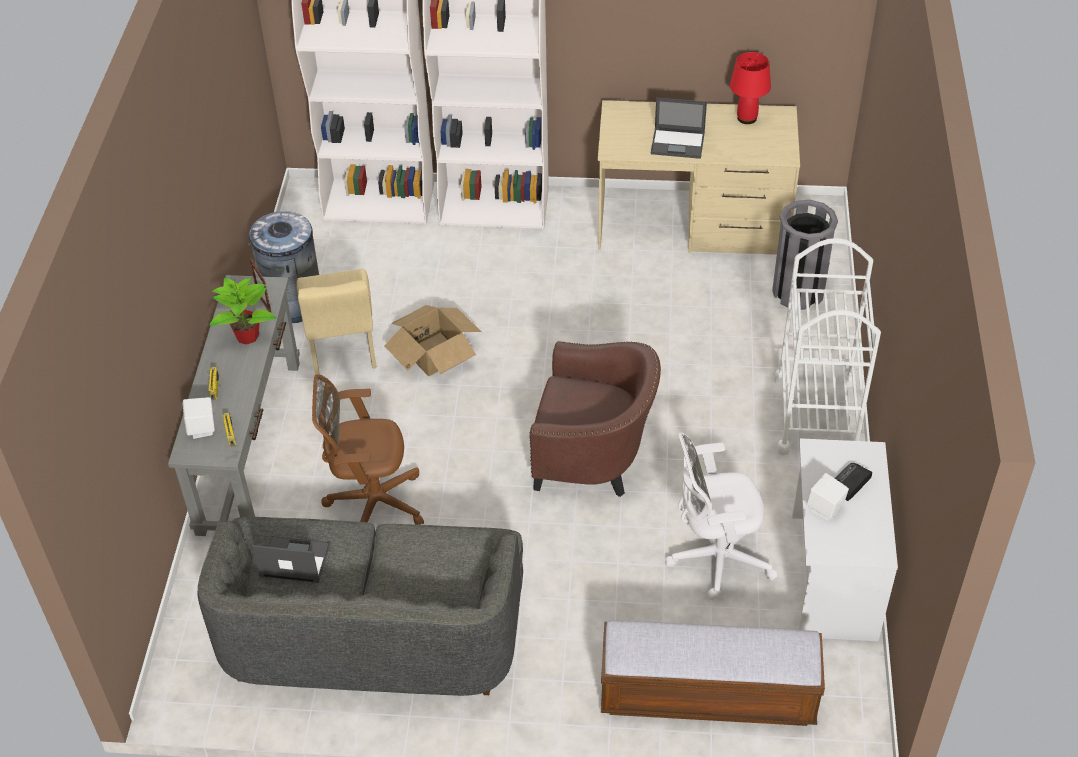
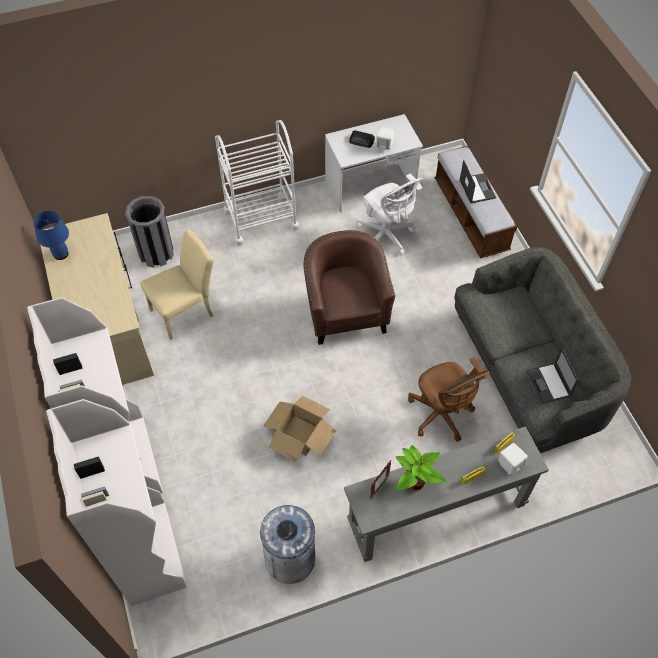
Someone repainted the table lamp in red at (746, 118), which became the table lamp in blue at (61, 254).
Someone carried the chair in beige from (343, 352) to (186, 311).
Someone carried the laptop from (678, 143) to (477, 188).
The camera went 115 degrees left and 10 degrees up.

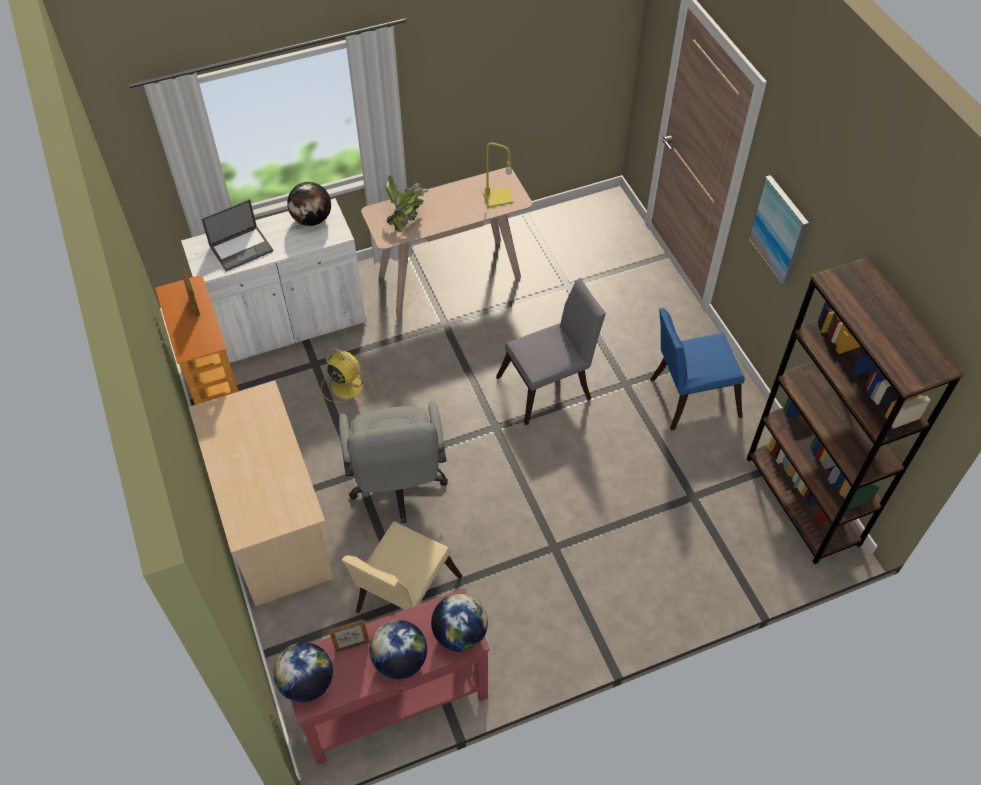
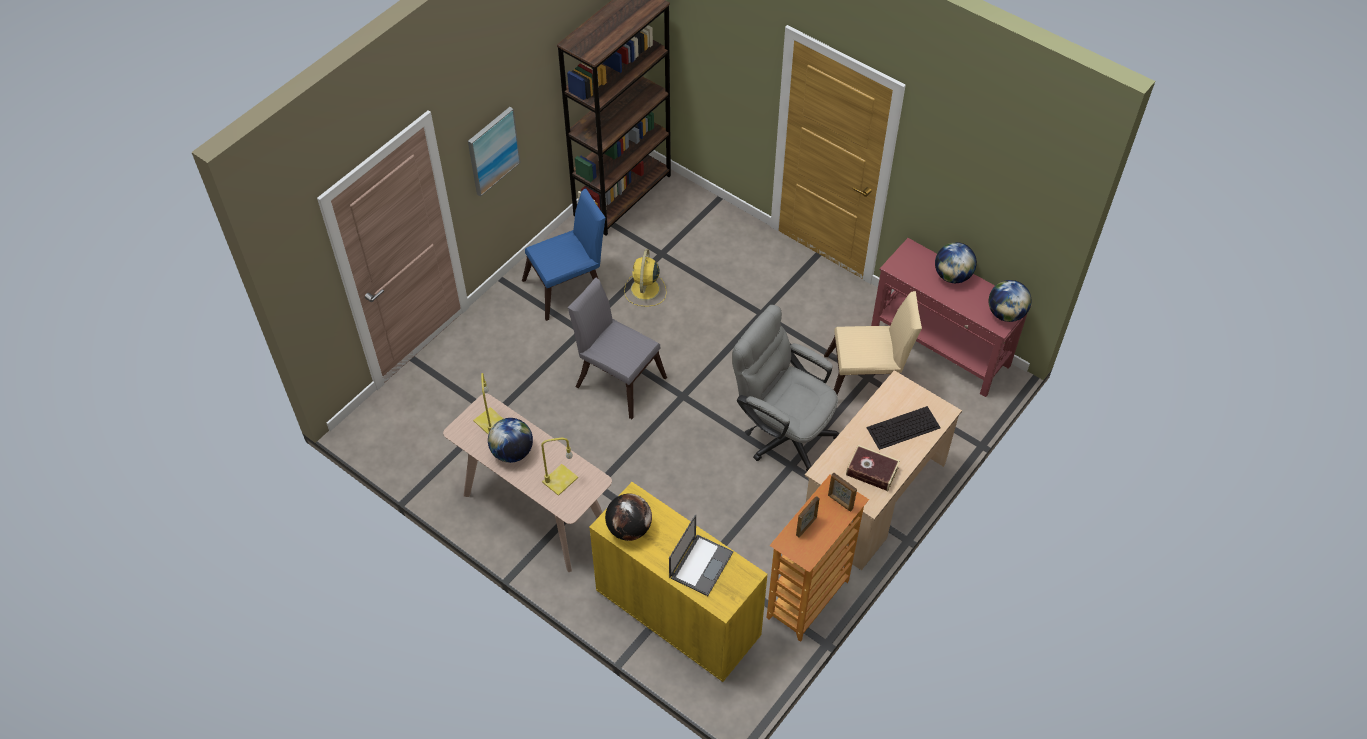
Someone carried the globe from (460, 633) to (512, 452).
Someone rotated the chair in blue at (688, 398) by 75 degrees counterclockwise.
Someone swapped the potted plant at (406, 217) for the table lamp in yellow at (559, 480).
Someone repainted the cabinet in white at (287, 324), which became the cabinet in yellow at (678, 613).
Someone carried the fan in yellow from (346, 385) to (645, 290).
Someone rotated the laptop at (242, 248) by 90 degrees clockwise.
Someone rotated the office chair in grey at (398, 487) by 105 degrees counterclockwise.
Someone carried the picture frame from (351, 645) to (840, 502).
Someone put down the book at (872, 471).
Someone put down the keyboard at (903, 428).
The camera went 120 degrees left and 0 degrees up.

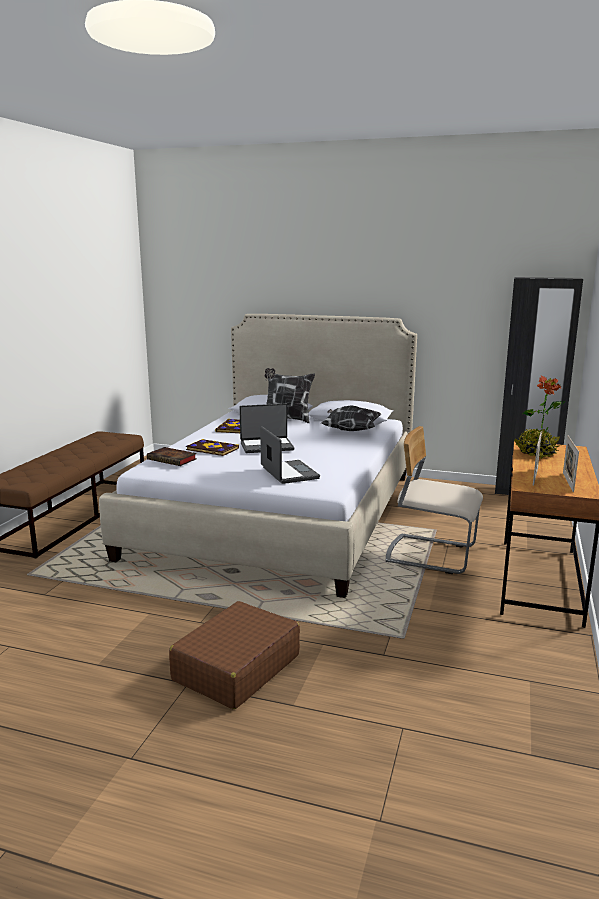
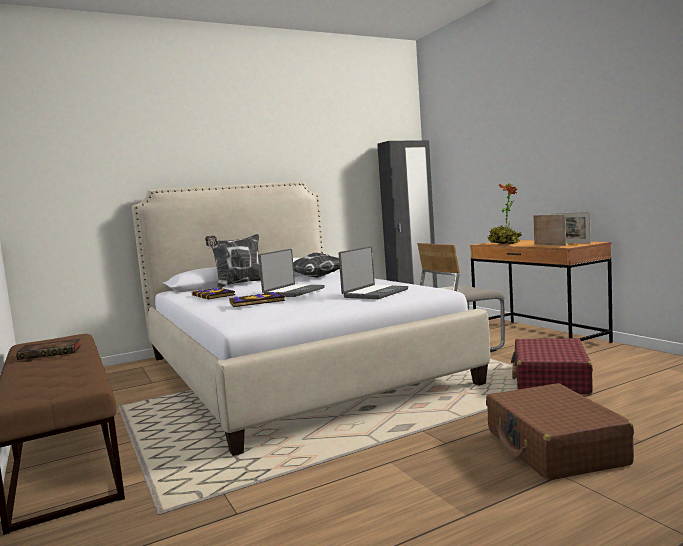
Someone carried the book from (173, 459) to (52, 353).
Someone rotated the laptop at (288, 473) by 105 degrees clockwise.
Someone put down the suitcase in red at (550, 379).
The camera went 45 degrees left and 10 degrees down.

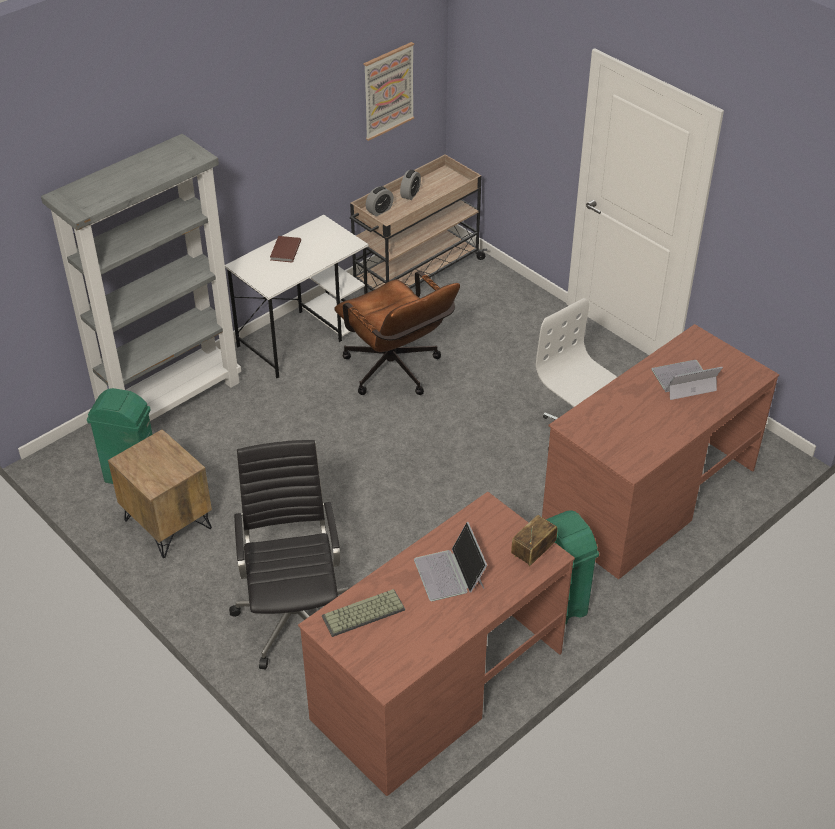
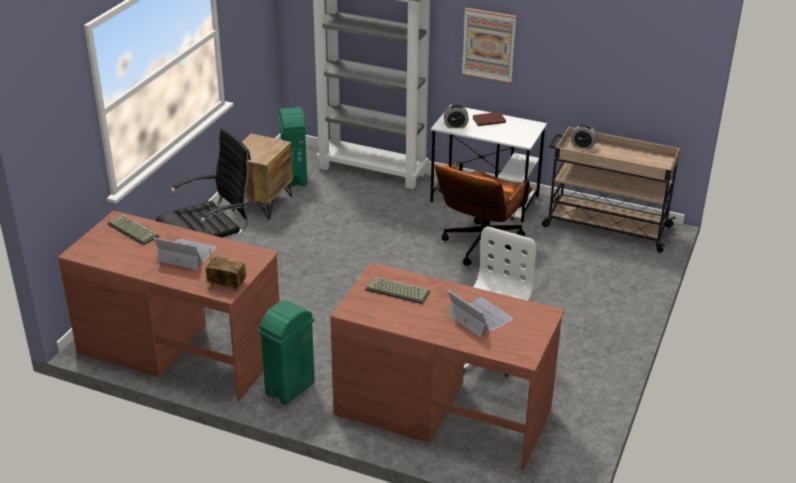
Someone rotated the laptop at (450, 573) by 60 degrees clockwise.
Someone put down the keyboard at (396, 291).
Someone carried the alarm clock from (410, 194) to (455, 126).
Someone carried the picture from (388, 91) to (488, 45).
The camera went 65 degrees right and 10 degrees down.

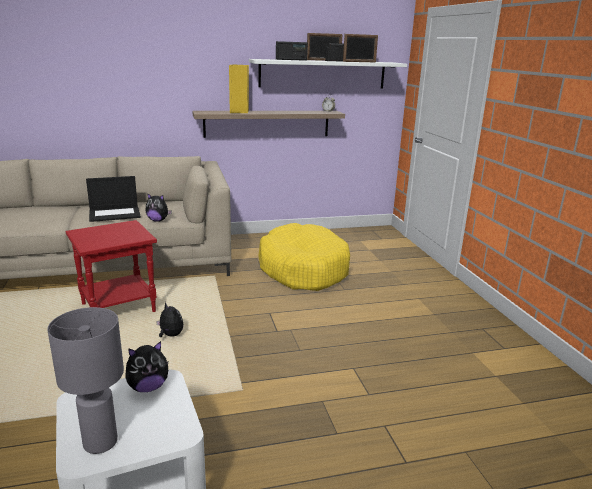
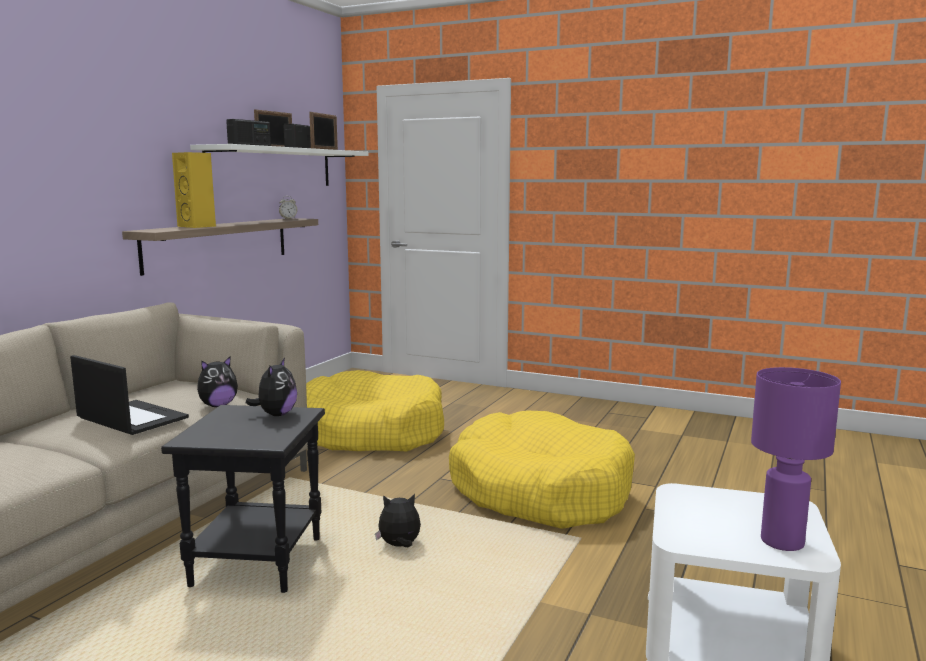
Someone rotated the laptop at (115, 214) by 75 degrees counterclockwise.
Someone repainted the side table in red at (119, 307), which became the side table in black at (256, 561).
Someone carried the plush toy from (148, 387) to (276, 415).
Someone put down the dog bed in yellow at (540, 491).
Someone repainted the table lamp in grey at (100, 442), which became the table lamp in purple at (781, 542).
The camera went 50 degrees left and 10 degrees down.

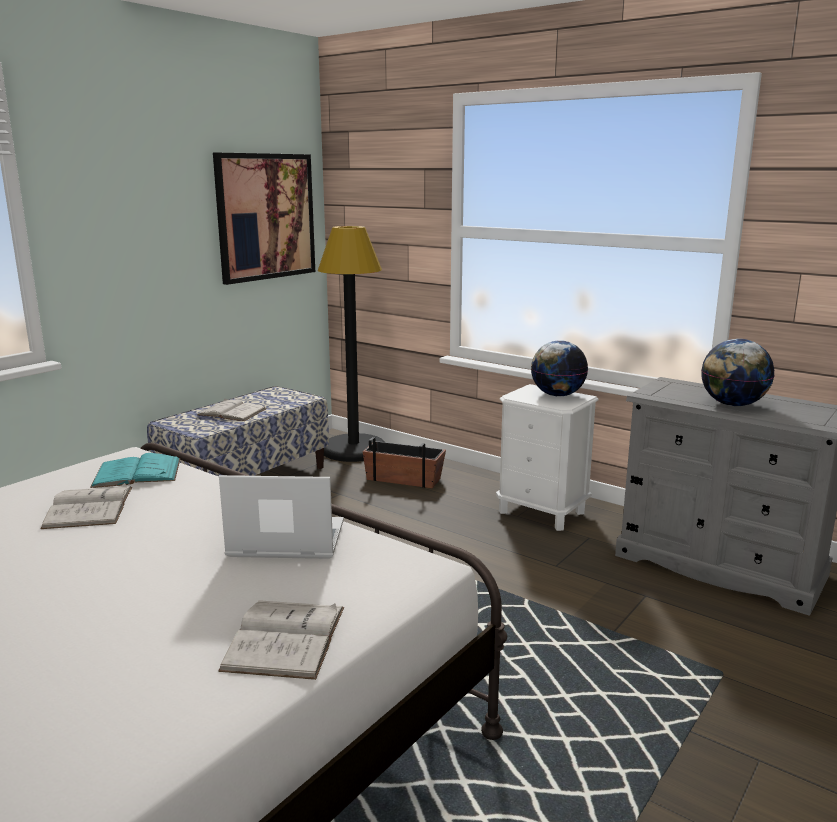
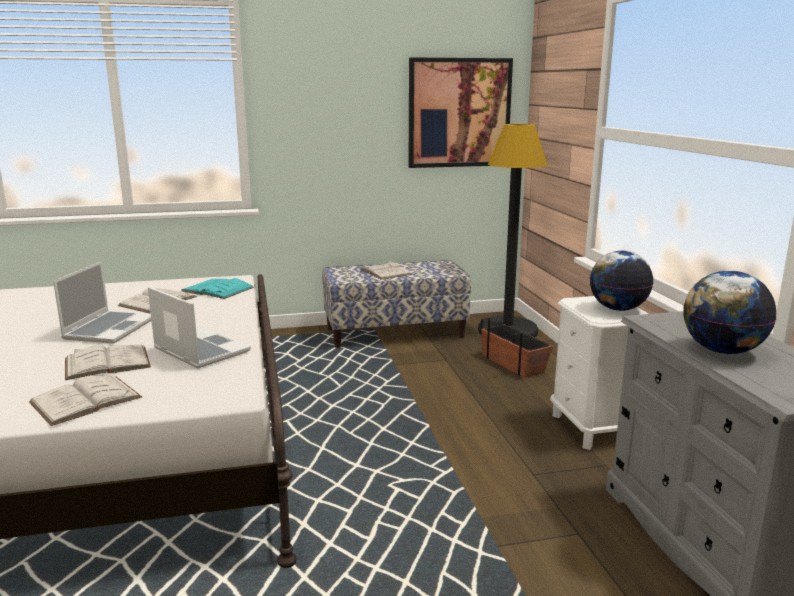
Someone put down the laptop at (109, 329).
Someone put down the book in white at (107, 362).
The camera went 40 degrees right and 0 degrees up.

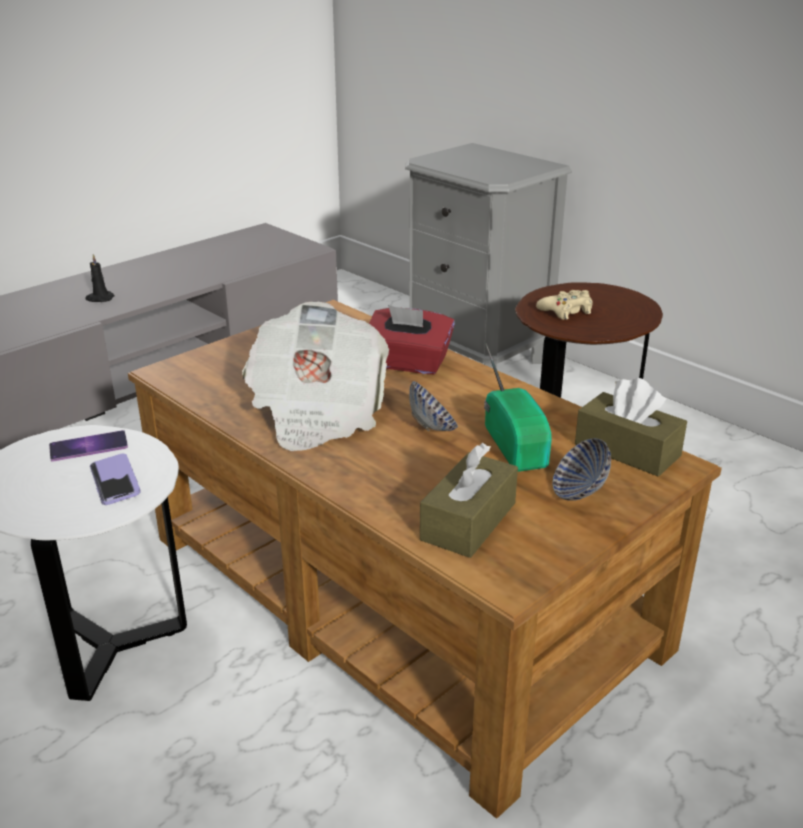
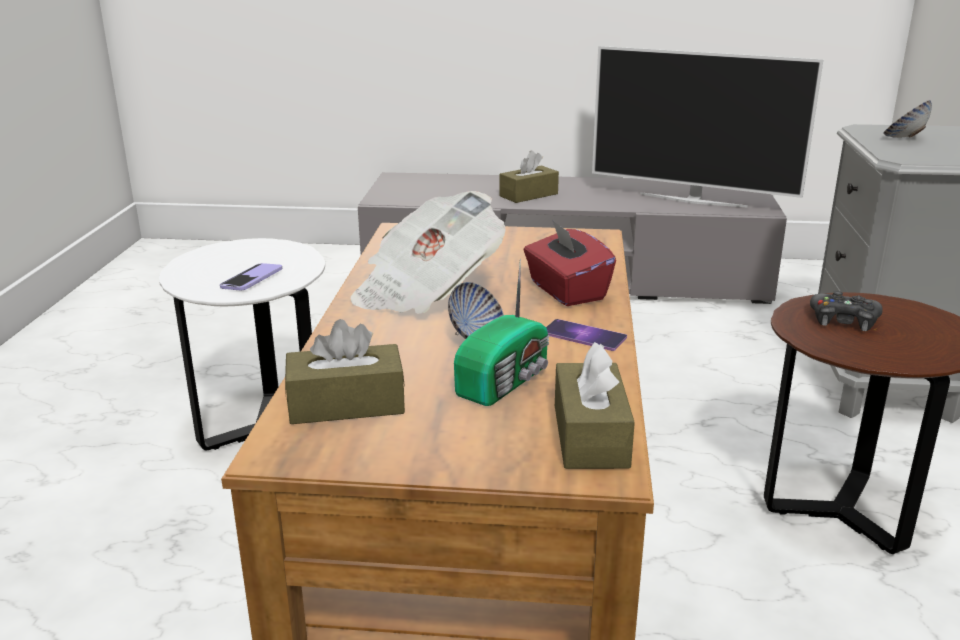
Someone swapped the candle in black at (99, 298) for the tissue box in brown at (528, 195).
Someone carried the phone from (88, 446) to (584, 335).
Someone put down the television at (693, 200).
Someone repainted the game controller in beige at (566, 311), which became the game controller in black at (843, 320).
Someone carried the bowl from (579, 492) to (904, 138).
The camera went 50 degrees right and 5 degrees down.

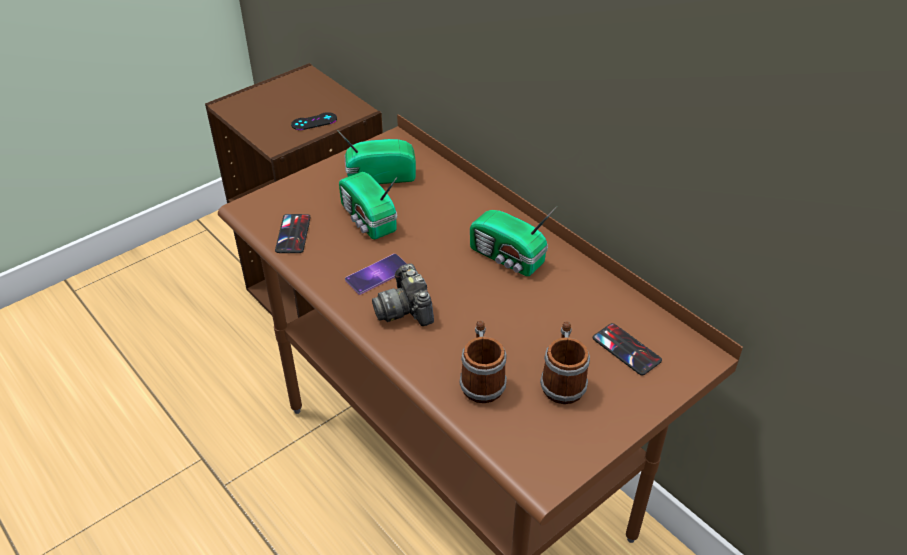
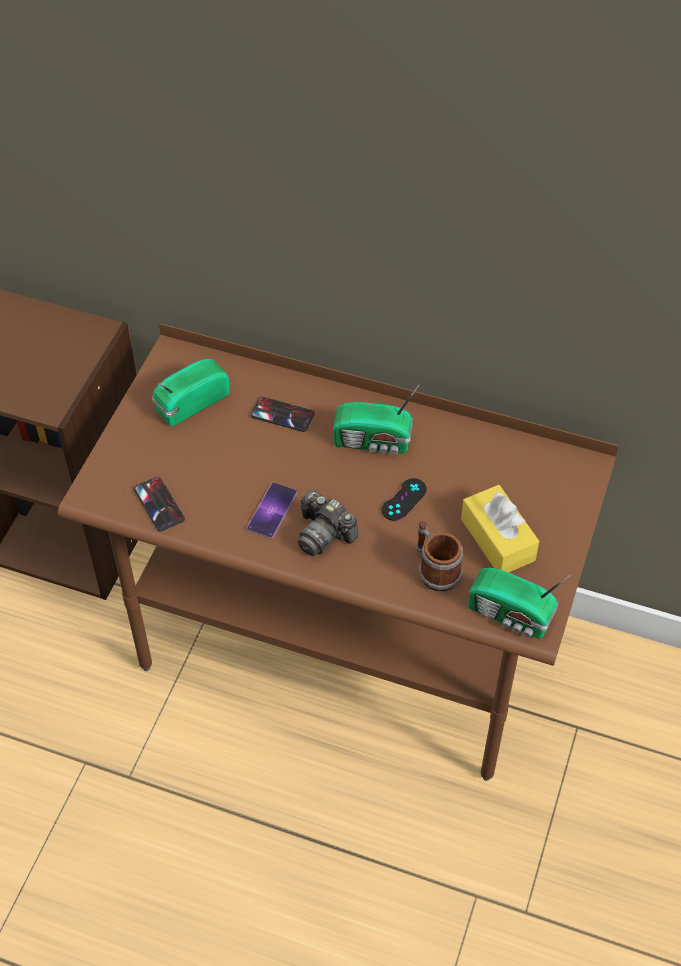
Someone carried the phone from (626, 349) to (282, 415).
Someone carried the game controller in black from (314, 121) to (404, 500).
Someone swapped the mug at (562, 381) for the tissue box in yellow at (497, 539).
Someone carried the radio from (368, 220) to (511, 616).
The camera went 30 degrees left and 10 degrees up.

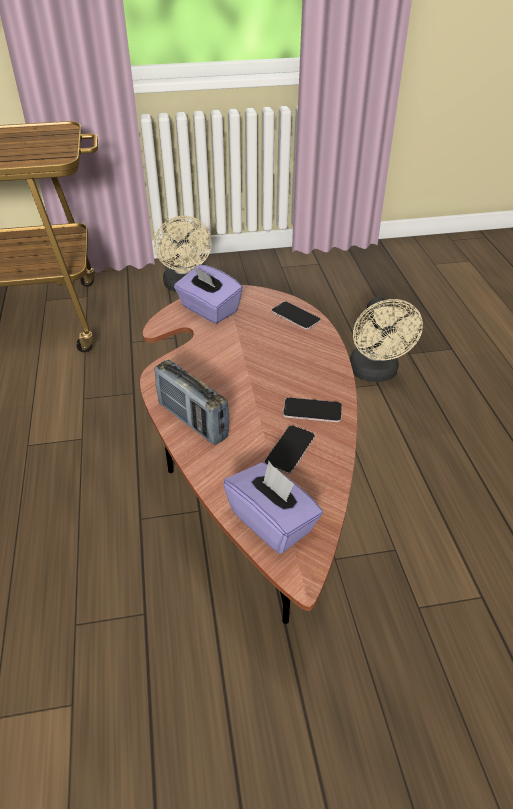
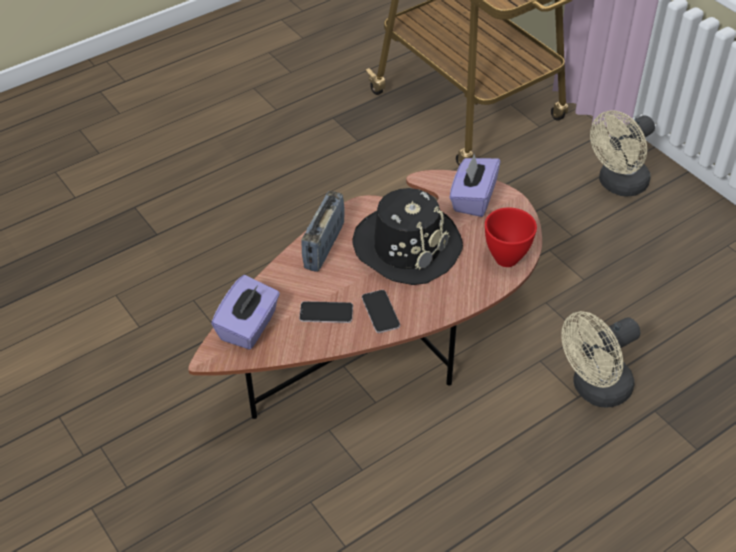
Someone put down the hat in black at (407, 246).
Someone swapped the phone at (295, 316) for the bowl in red at (507, 258).
The camera went 65 degrees right and 5 degrees up.

